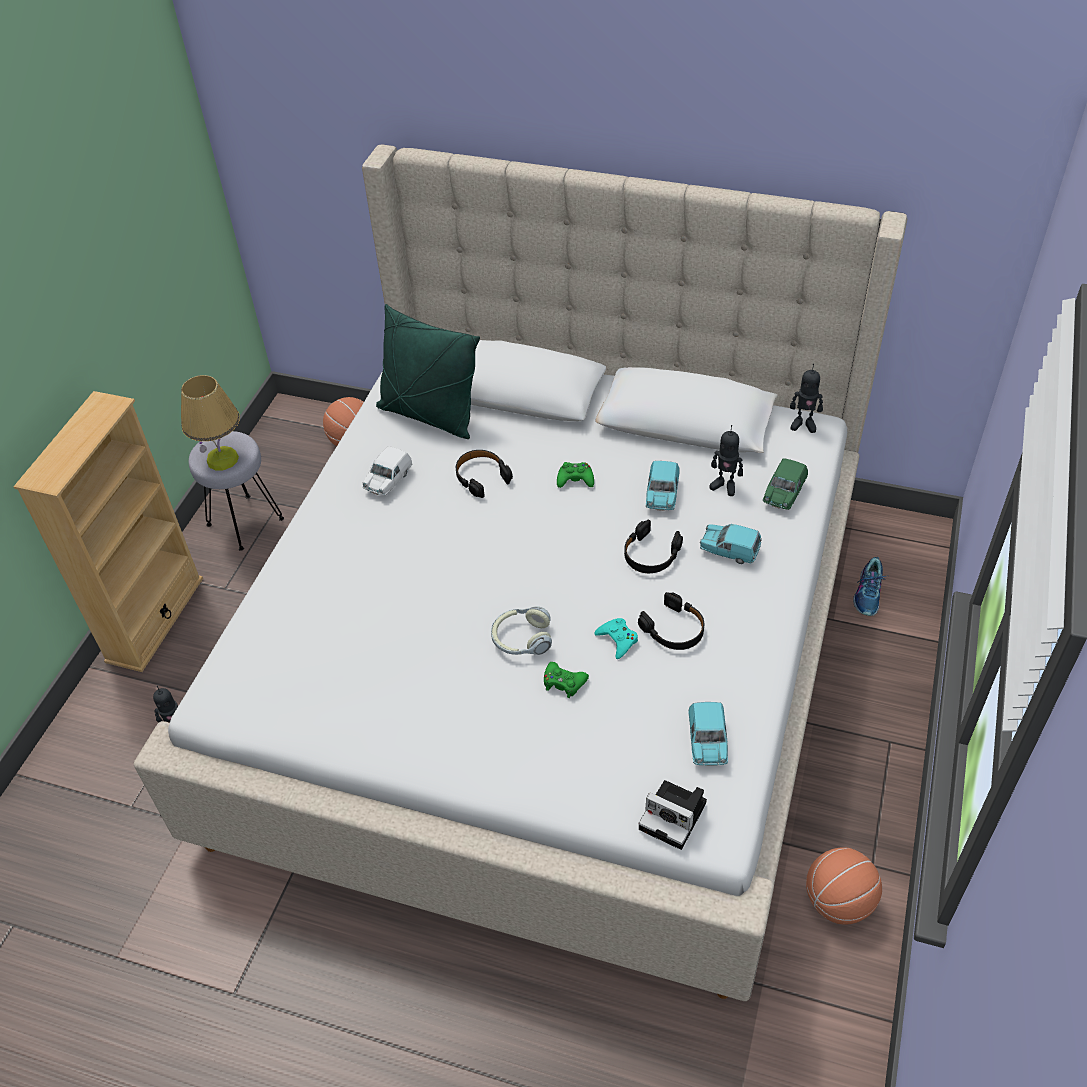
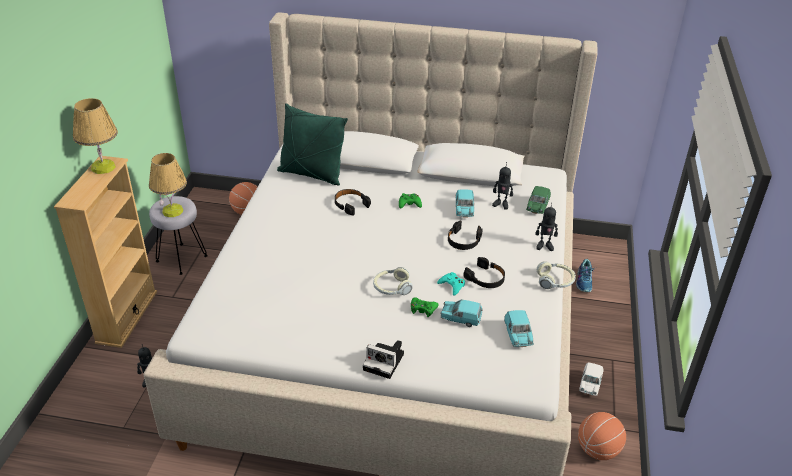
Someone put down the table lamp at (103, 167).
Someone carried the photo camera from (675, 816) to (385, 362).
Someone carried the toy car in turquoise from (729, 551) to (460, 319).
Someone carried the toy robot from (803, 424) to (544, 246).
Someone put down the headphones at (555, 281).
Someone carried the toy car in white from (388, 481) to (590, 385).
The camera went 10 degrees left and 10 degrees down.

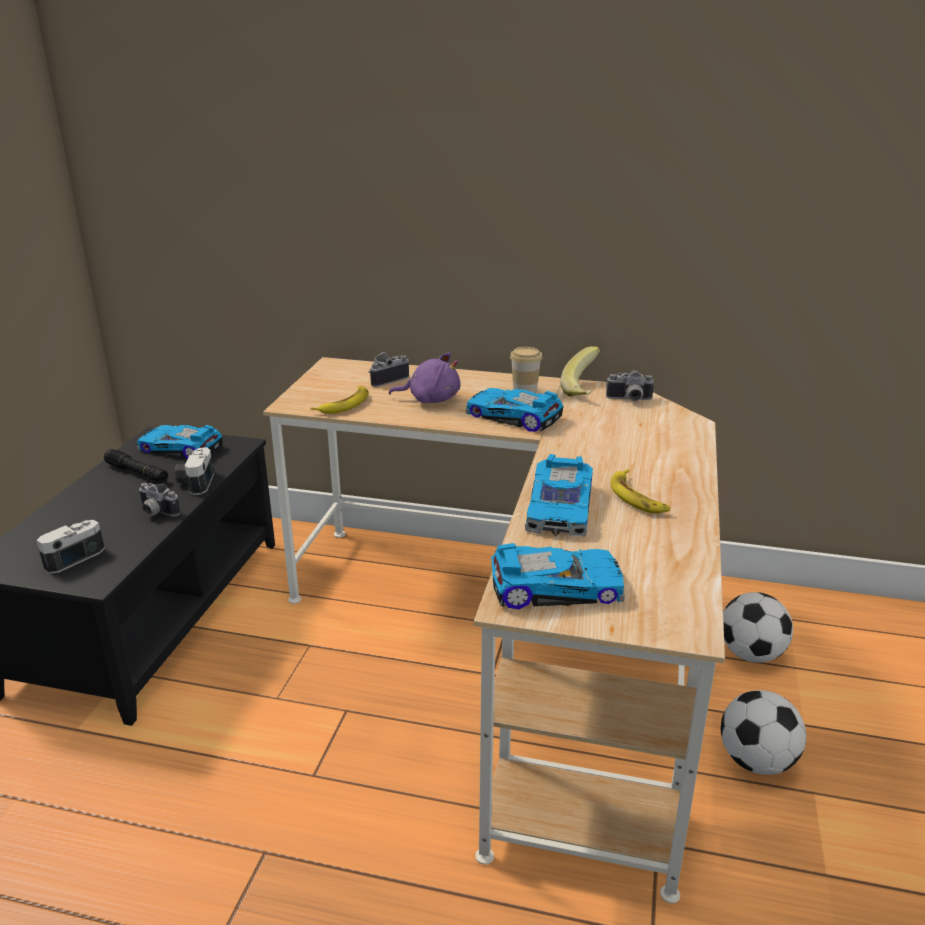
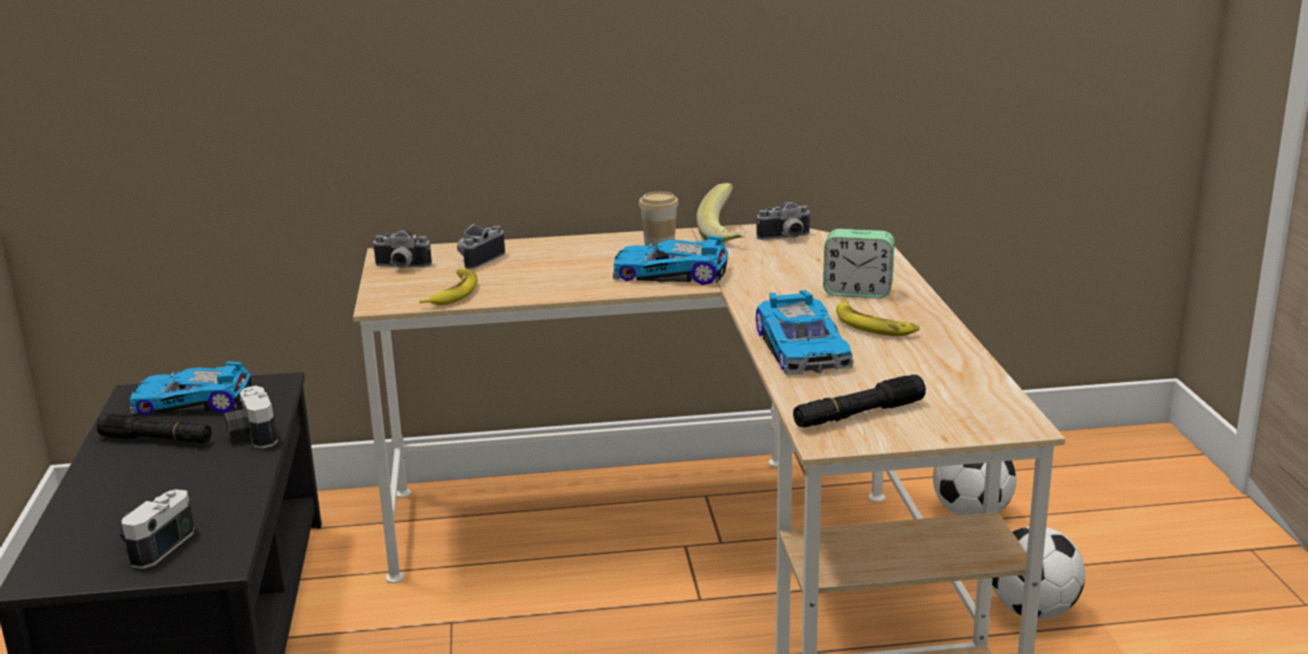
Someone carried the photo camera from (156, 512) to (401, 267).
Someone swapped the toy car at (555, 585) for the flashlight in black at (858, 414).
Someone put down the alarm clock at (857, 292).
Someone took away the plush toy in purple at (430, 399).
The camera went 20 degrees left and 5 degrees down.

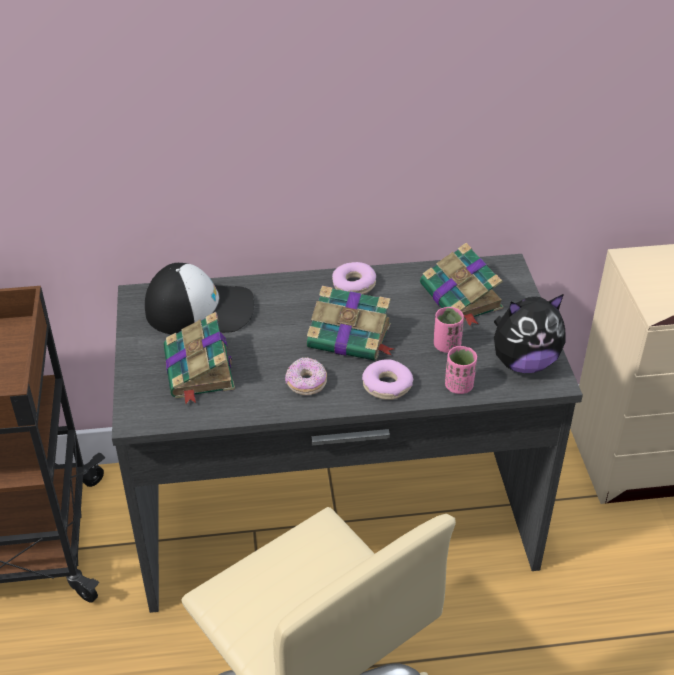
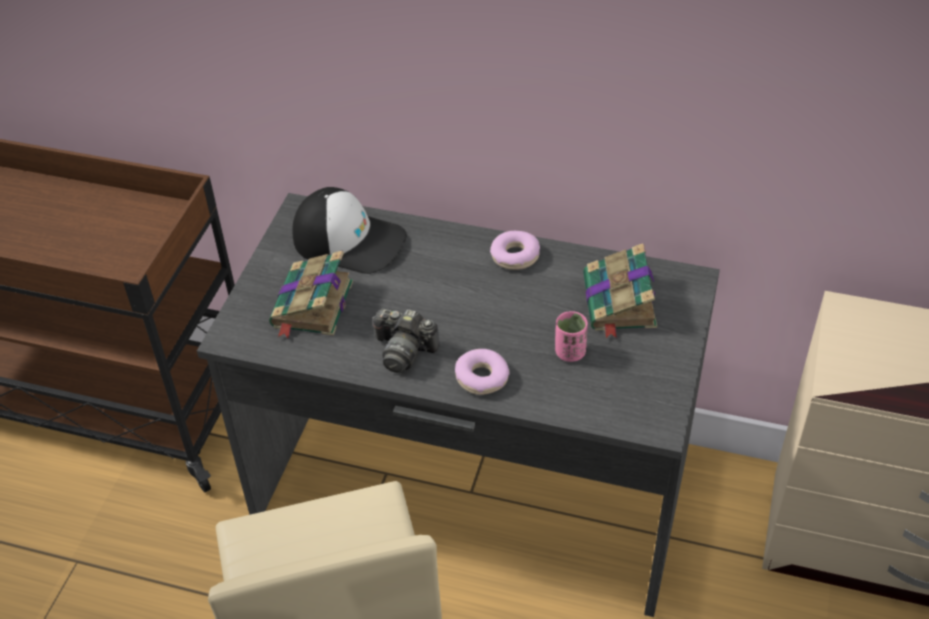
Someone swapped the donut at (306, 383) for the photo camera at (404, 350).
Someone took away the book at (351, 337).
Someone took away the cup in pink at (459, 386).
Someone took away the plush toy at (523, 362).
The camera went 25 degrees right and 5 degrees up.

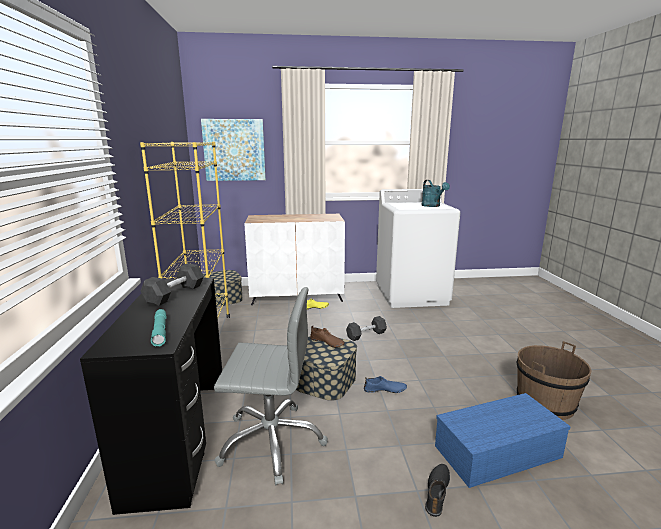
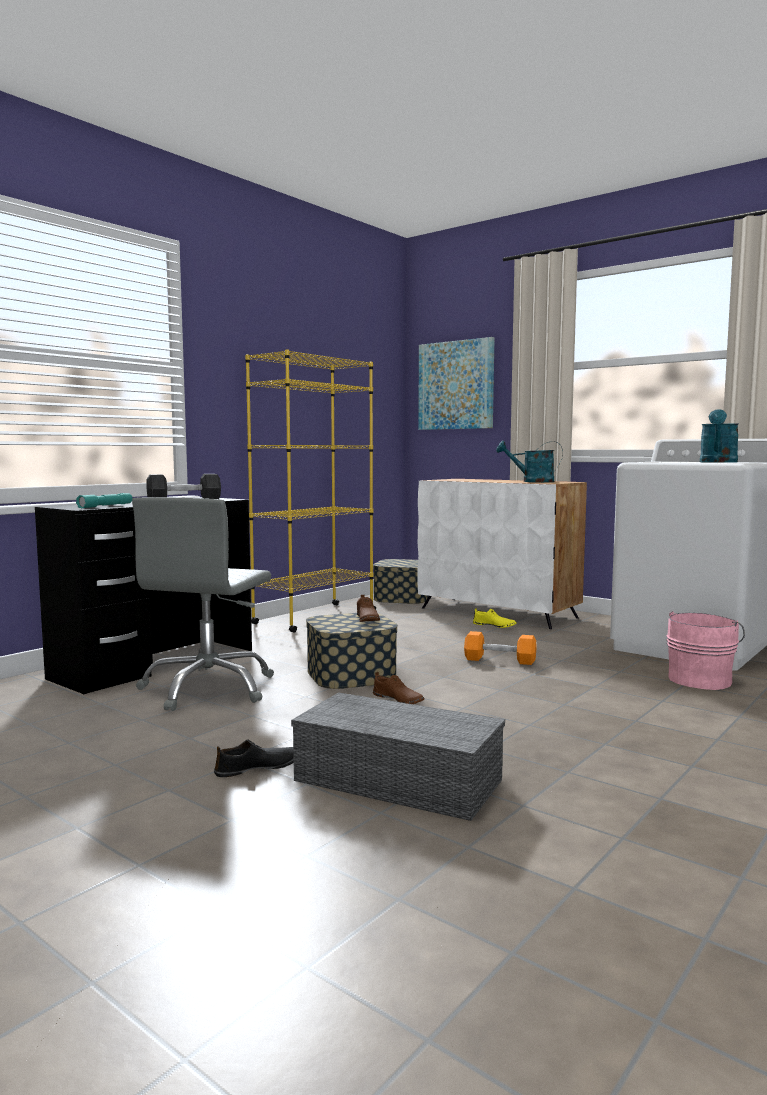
Someone rotated the office chair in grey at (271, 441) by 60 degrees clockwise.
Someone repainted the storage box in blue at (497, 453), which became the storage box in grey at (394, 780).
Someone repainted the shoe in blue at (385, 390), which became the shoe in brown at (398, 700).
Someone repainted the dumbbell in black at (366, 335), which became the dumbbell in orange at (500, 660).
Someone put down the watering can in turquoise at (532, 481).
Someone put down the bucket in pink at (701, 679).
Someone took away the bucket in brown at (545, 403).
The camera went 45 degrees right and 10 degrees down.

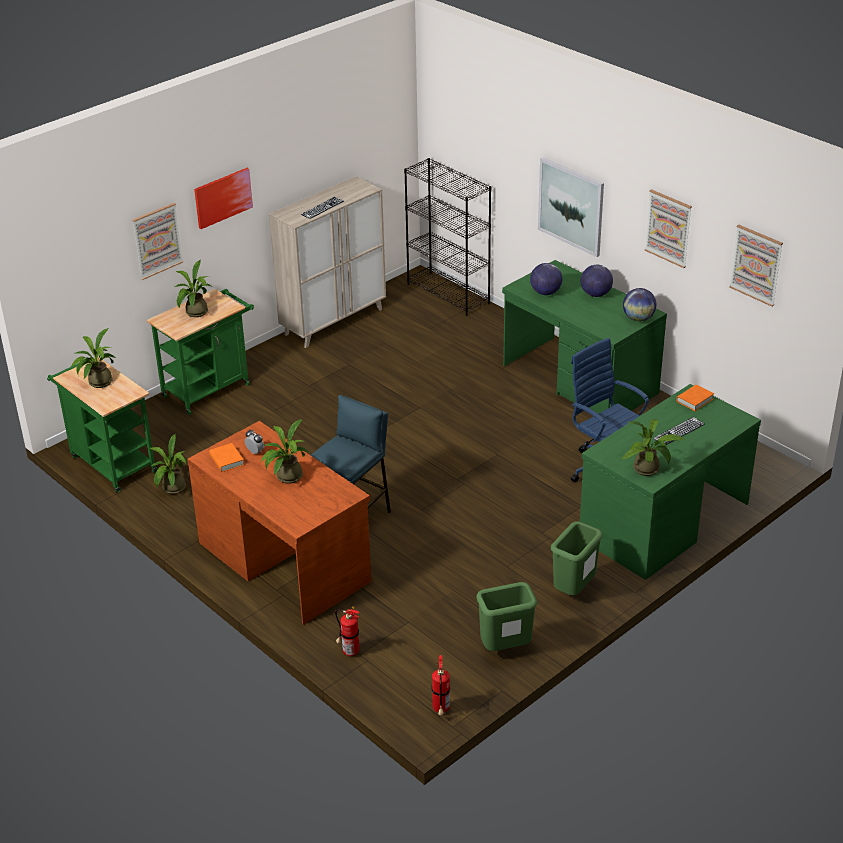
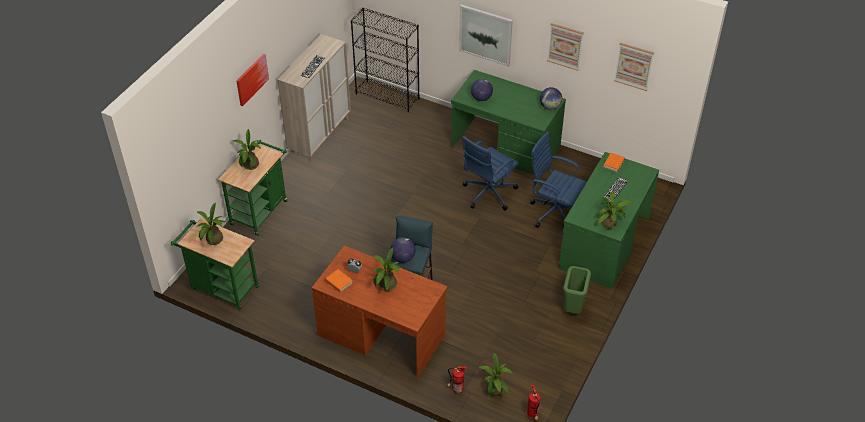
Someone carried the globe from (595, 294) to (402, 258).
Someone put down the office chair in blue at (488, 194).
Someone carried the potted plant from (172, 489) to (495, 390).
Someone took away the picture at (157, 241).
Someone took away the trash can in green at (505, 648).
The camera went 20 degrees left and 10 degrees up.

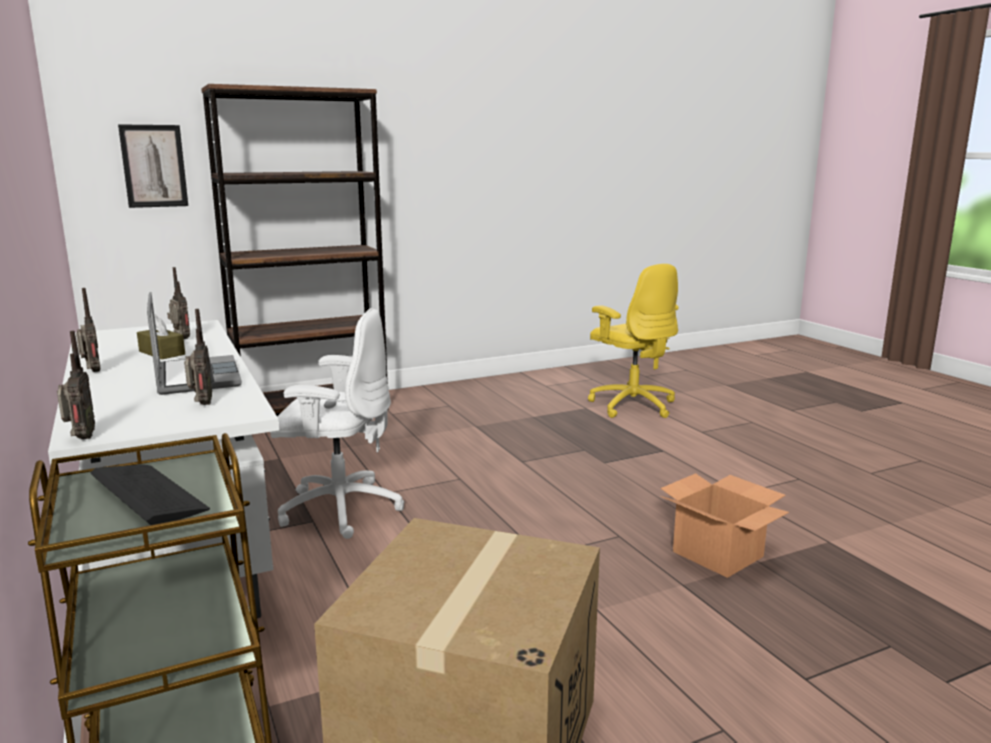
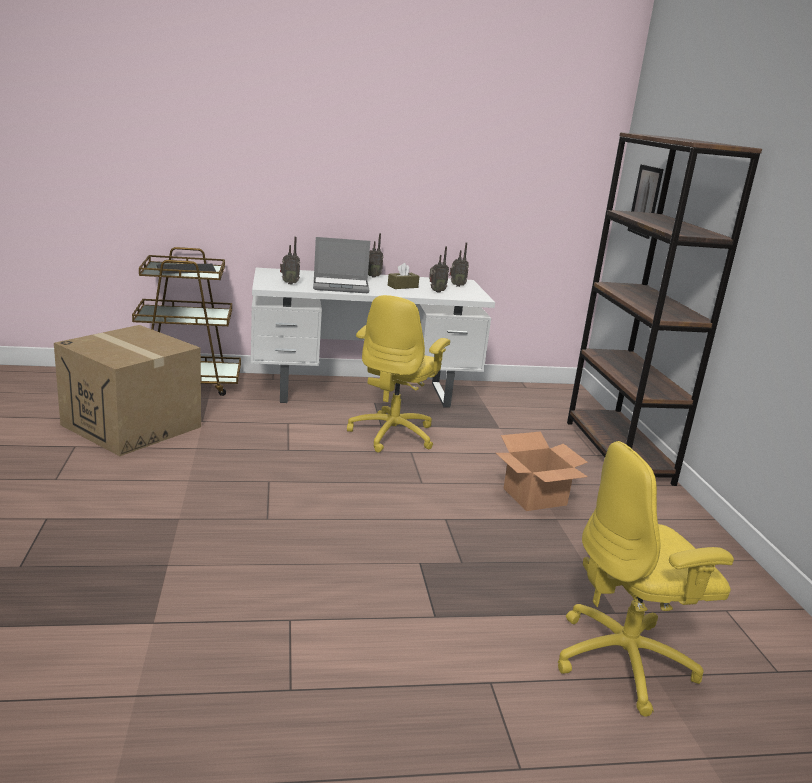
Someone repainted the office chair in white at (339, 509), which became the office chair in yellow at (393, 434).
Someone carried the radio from (80, 439) to (457, 285).
Someone carried the cardboard box from (716, 554) to (535, 496).
The camera went 105 degrees right and 5 degrees up.

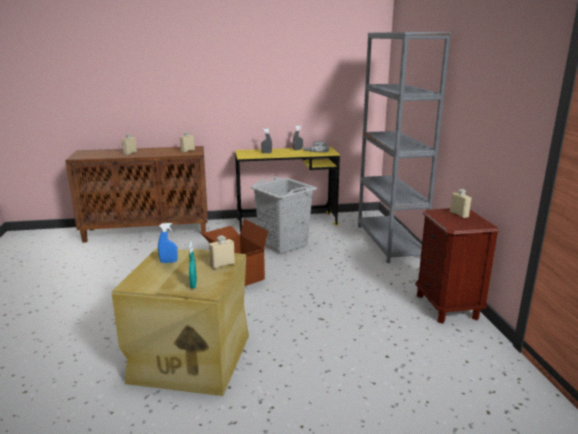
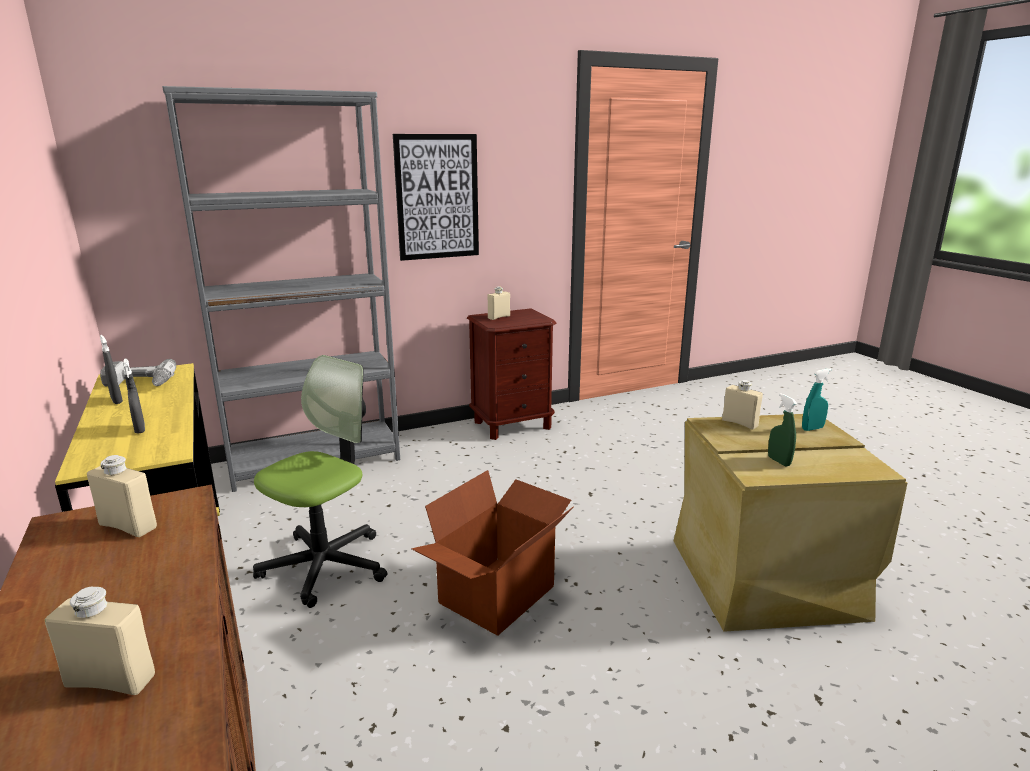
Someone swapped the laundry basket in grey at (283, 244) for the office chair at (325, 565).
Someone put up the picture at (437, 197).
Someone repainted the spray bottle in blue at (168, 262), which became the spray bottle in green at (779, 461).
The camera went 105 degrees left and 0 degrees up.

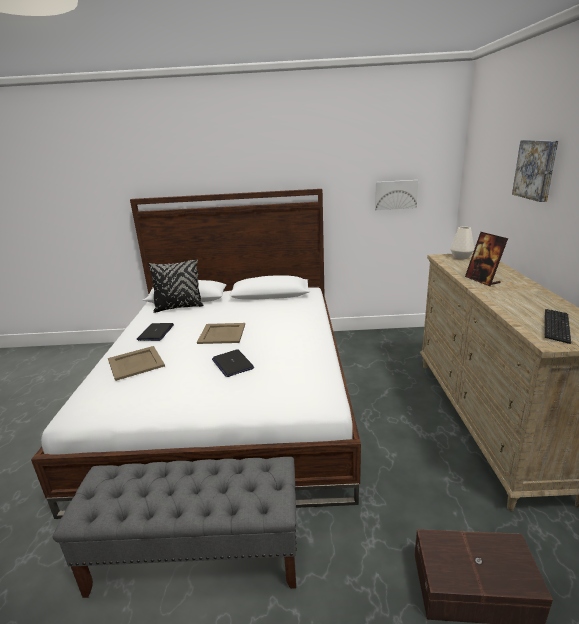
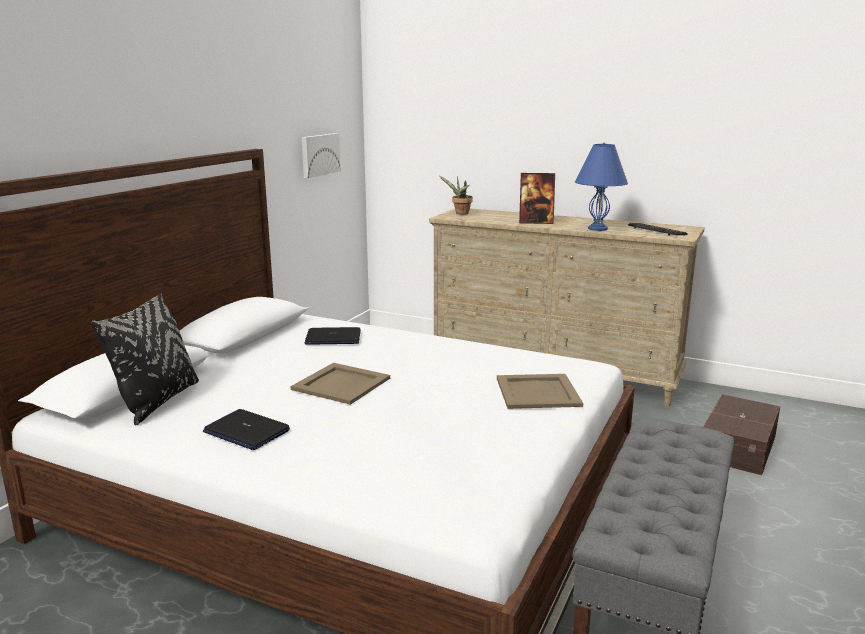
Someone carried the laptop from (232, 364) to (333, 338).
Someone swapped the vase in white at (461, 257) for the potted plant at (460, 213).
Someone carried the tray in beige from (135, 363) to (538, 392).
Someone put down the table lamp in blue at (598, 228).
Someone took away the picture at (536, 169).
The camera went 65 degrees left and 5 degrees down.

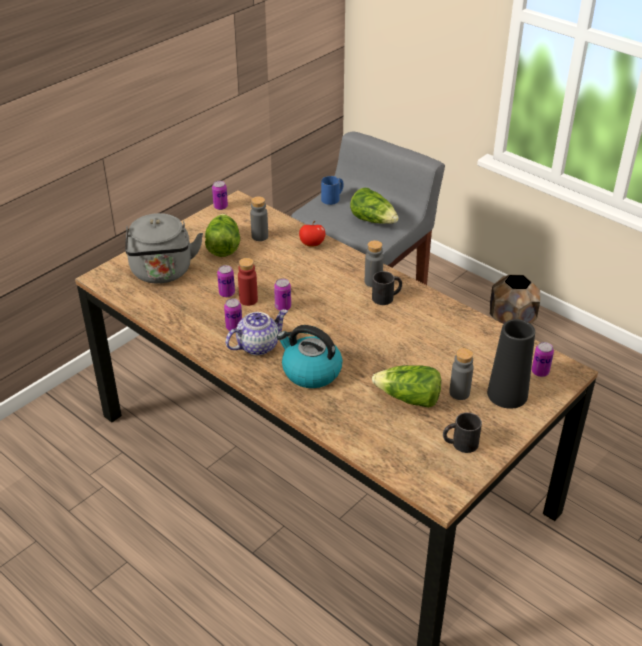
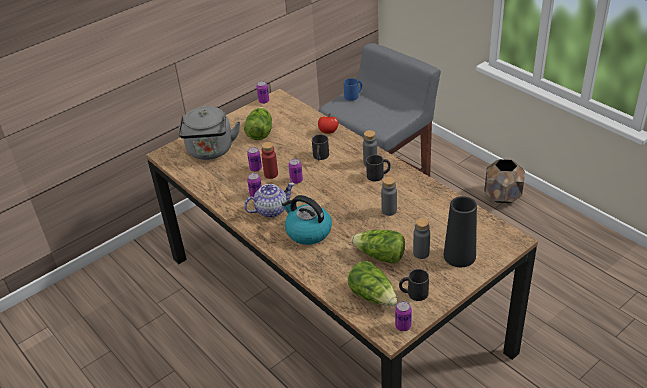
Someone put down the mug in black at (320, 157).
Someone carried the lettuce from (373, 220) to (373, 296).
Someone carried the bottle in grey from (260, 236) to (389, 210).
Someone carried the can from (540, 372) to (403, 326).
The camera went 10 degrees right and 0 degrees up.

